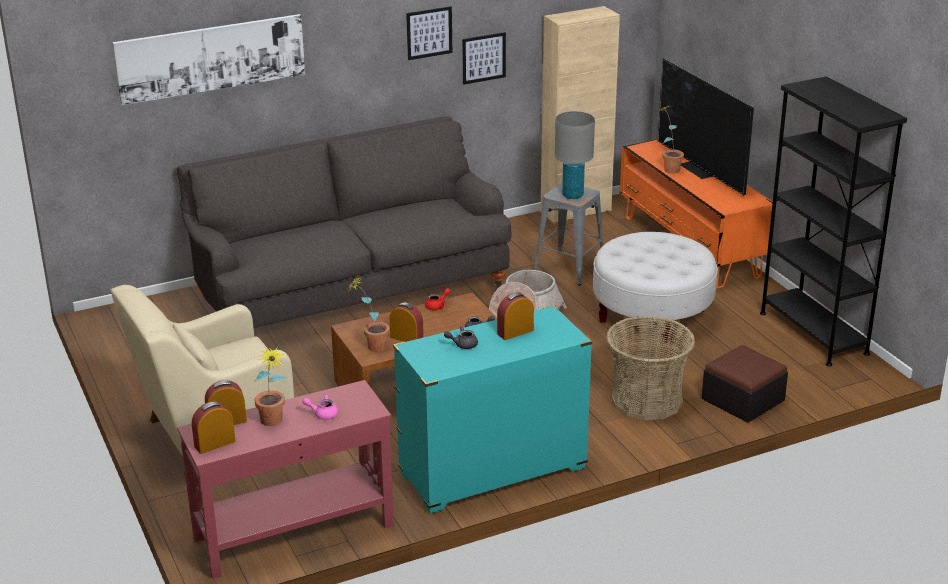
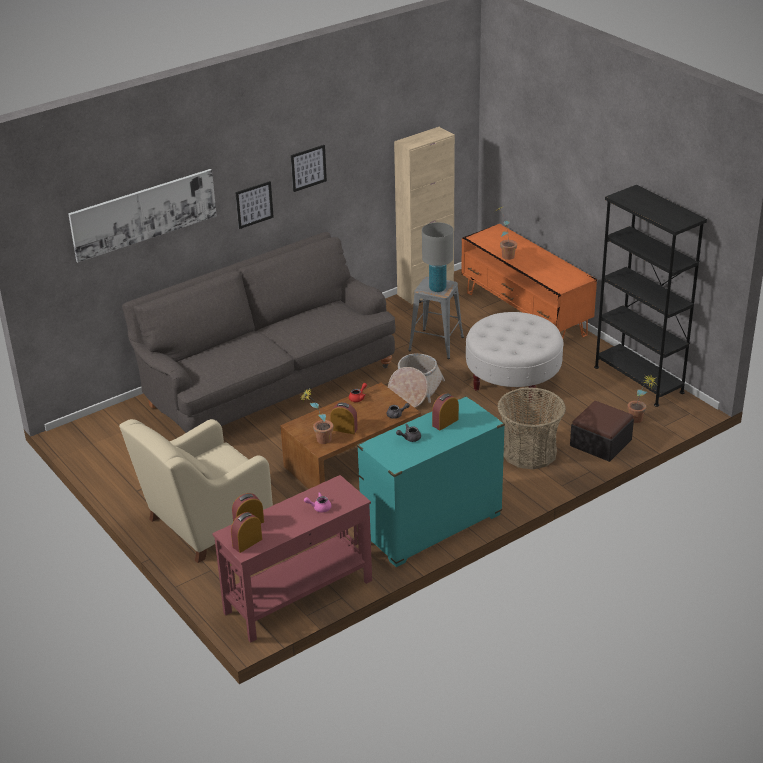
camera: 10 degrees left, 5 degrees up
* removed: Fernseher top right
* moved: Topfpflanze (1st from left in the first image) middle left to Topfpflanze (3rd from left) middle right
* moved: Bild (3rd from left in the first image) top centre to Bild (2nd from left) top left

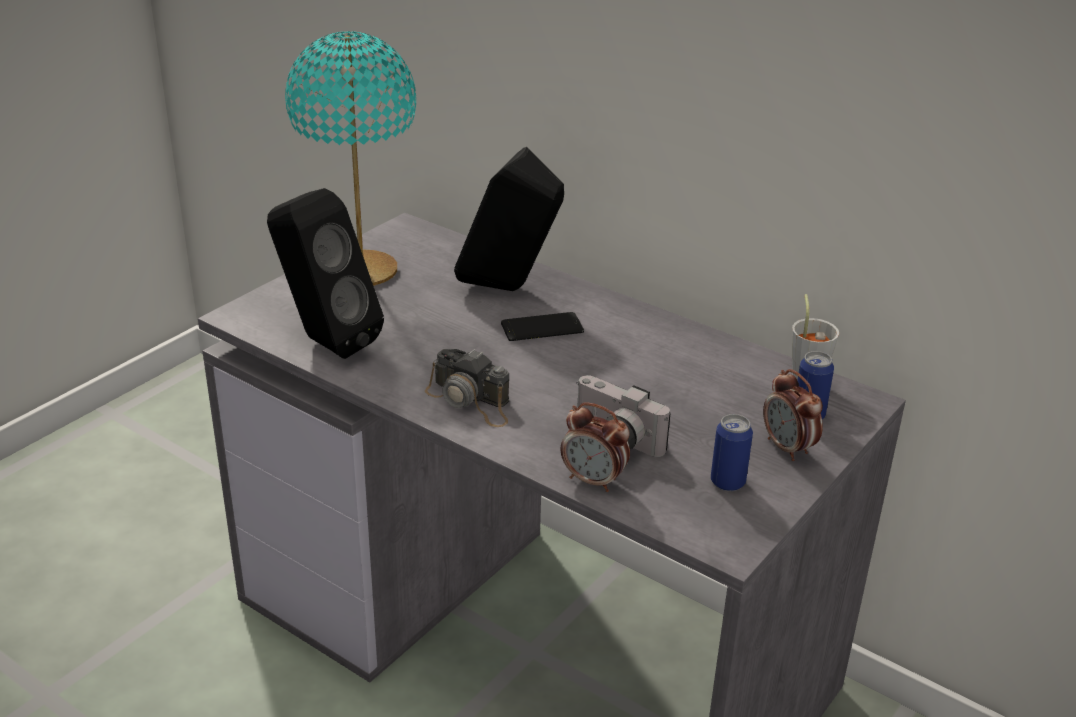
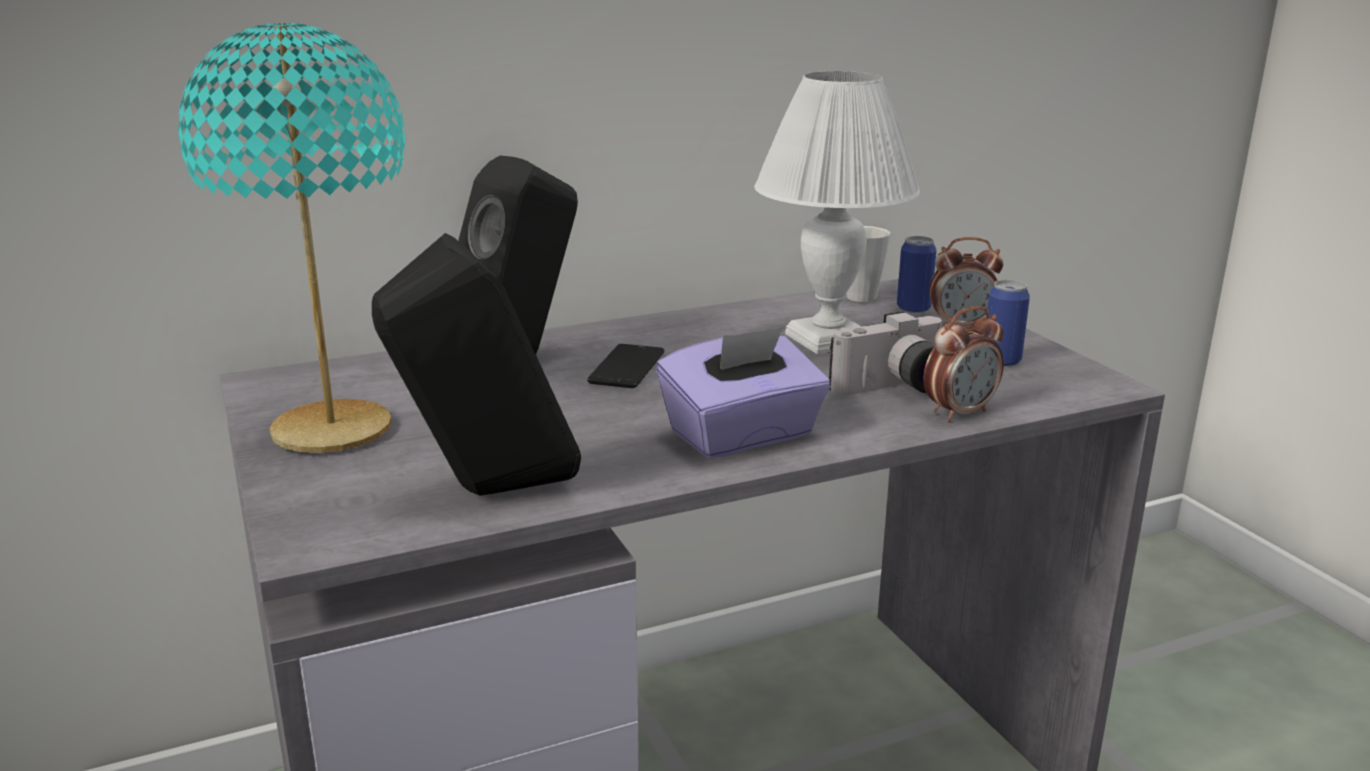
camera: 60 degrees left, 10 degrees down
* added: Tischlampe [weiß] top centre
* replaced: Kamera (1st from left) centre to Taschentuchbox [lila] centre

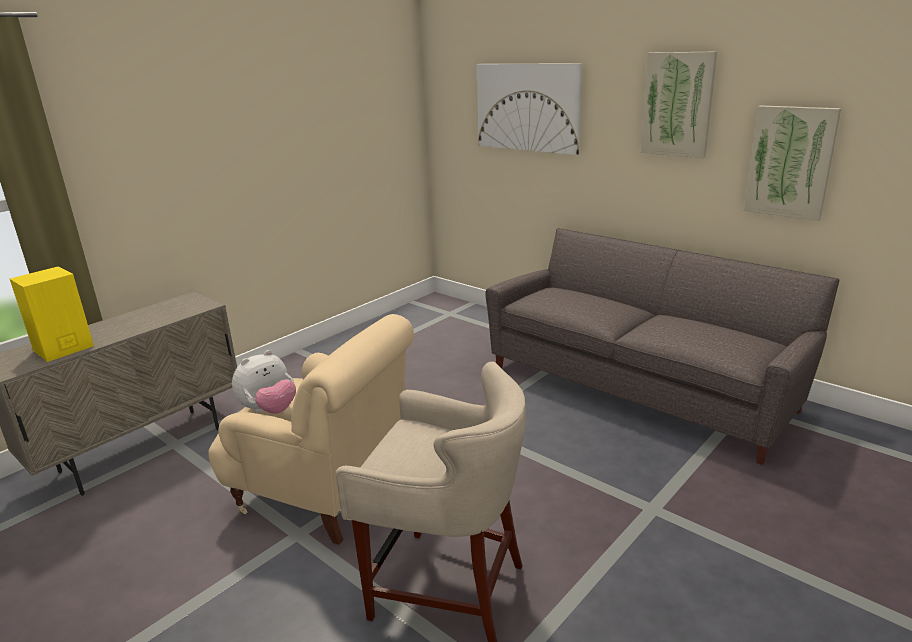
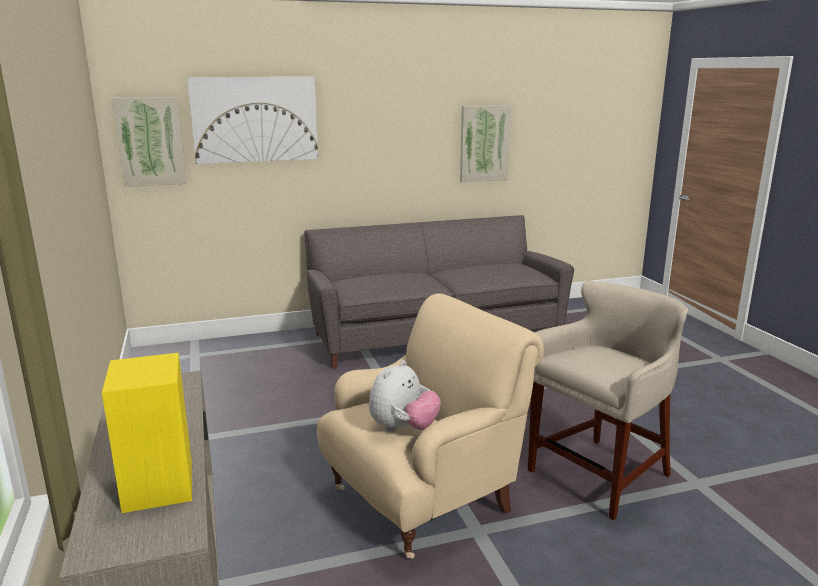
camera: 60 degrees left, 5 degrees down
* moved: Bild (2nd from left in the first image) top right to Bild (1st from left) top left
* turned: Plüschtier middle left = bottom centre 45 degrees clockwise

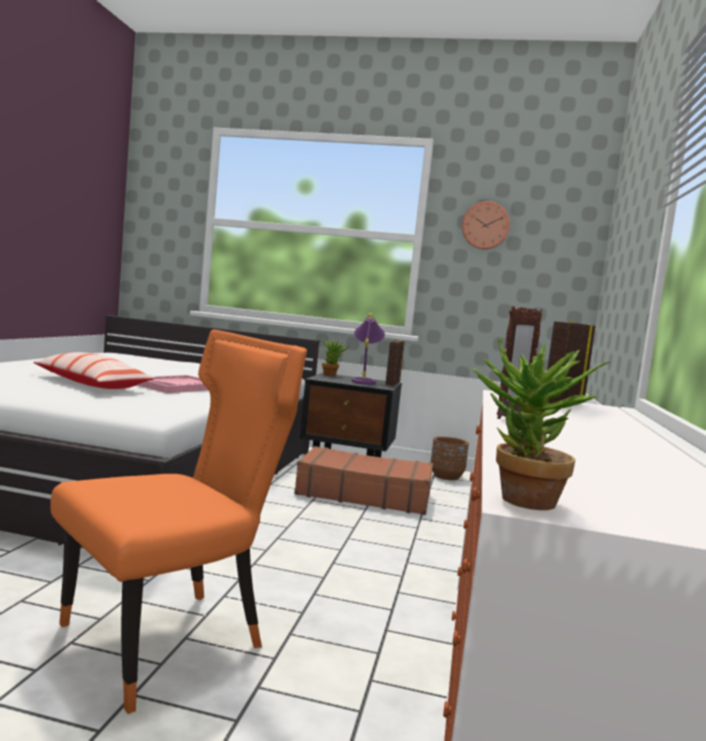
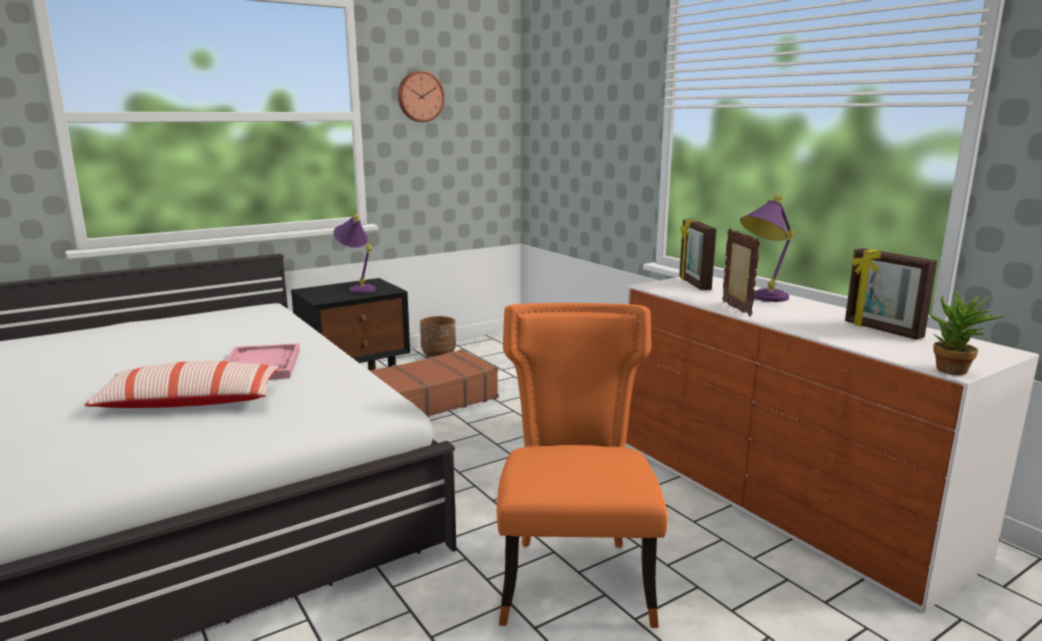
camera: 45 degrees left, 10 degrees up
* removed: Topfpflanze (1st from left) centre
* added: Tischlampe [lila] (2nd from left) middle right
* moved: Bilderrahmen (1st from left in the first image) centre to Bilderrahmen (3rd from left) middle right

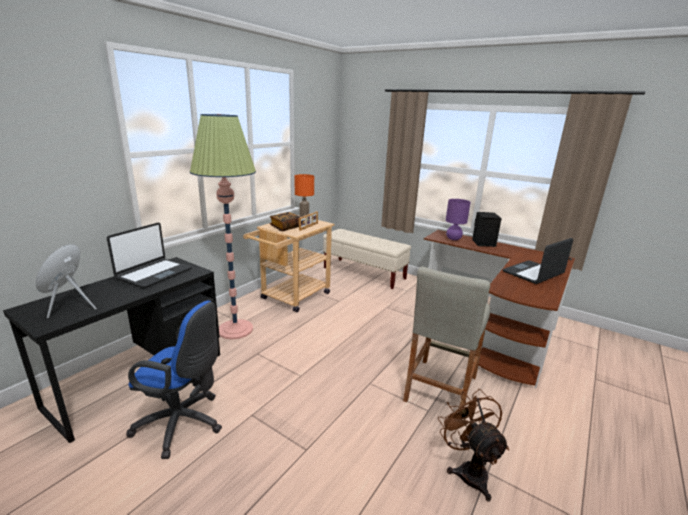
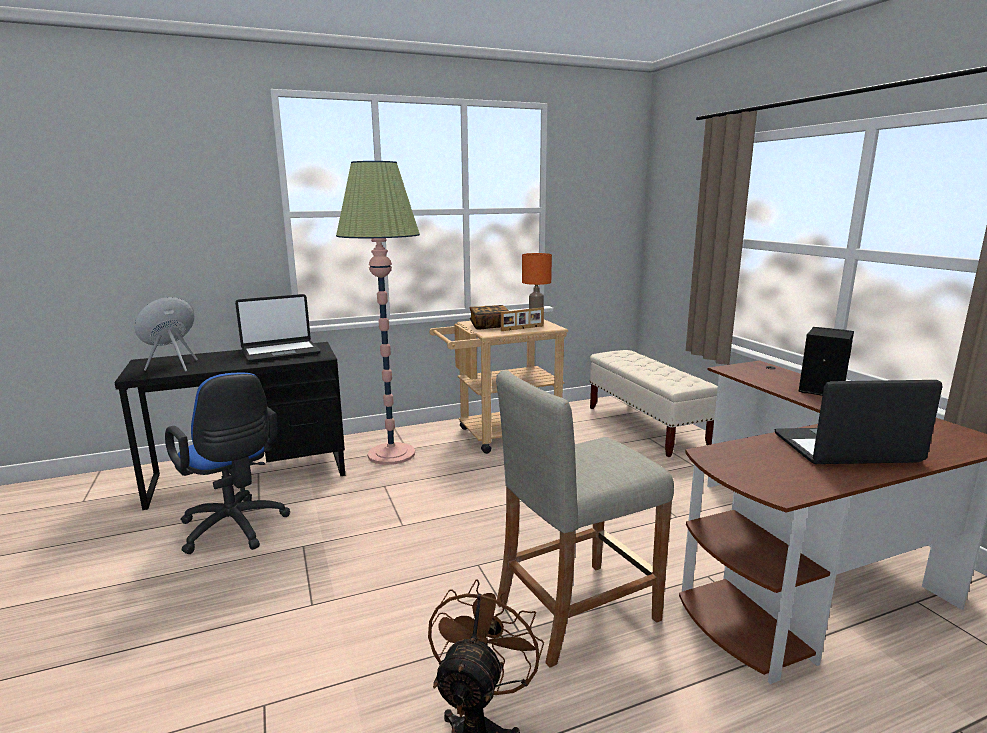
camera: 35 degrees right, 5 degrees down
* removed: Tischlampe [lila] centre

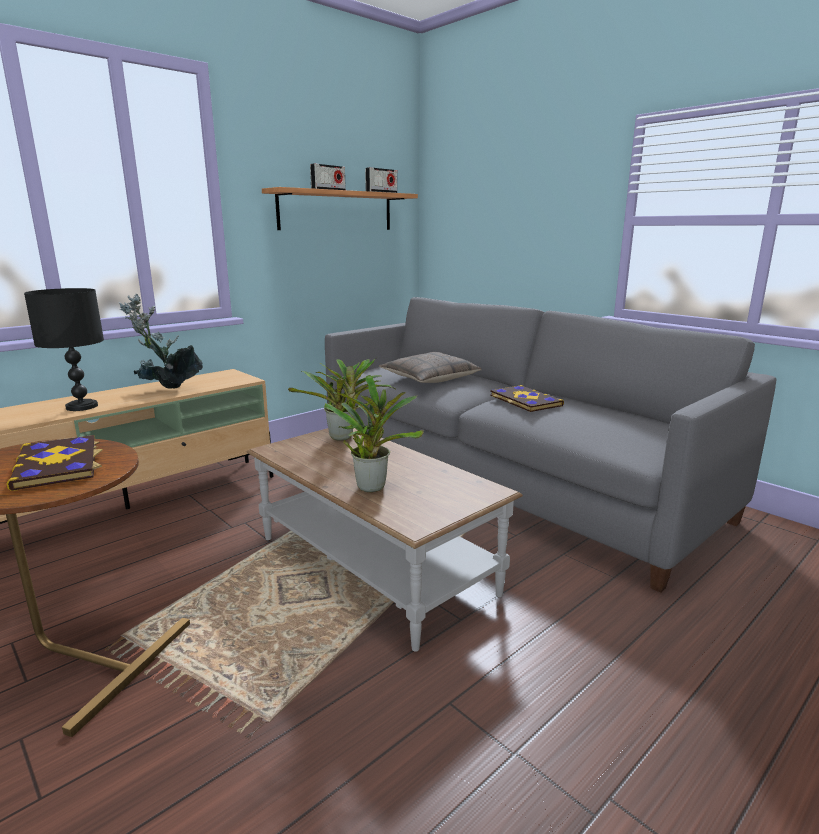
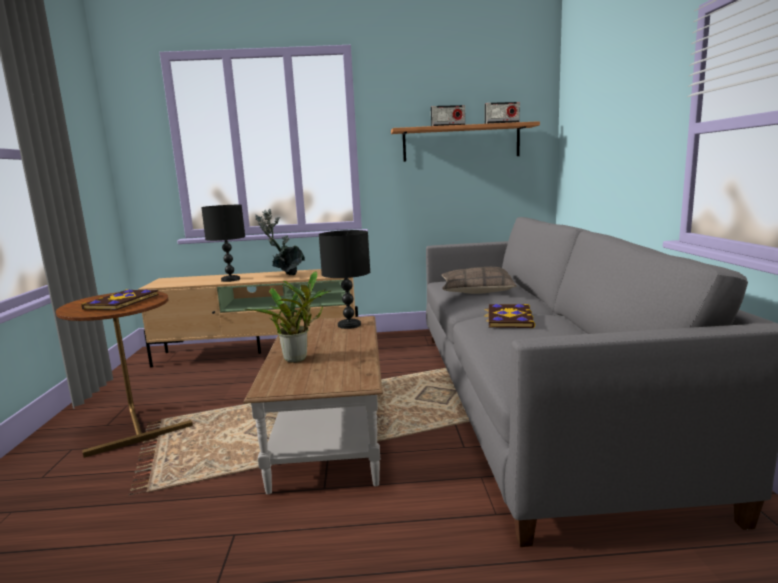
camera: 40 degrees right, 5 degrees down
* replaced: Topfpflanze (2nd from left) centre to Tischlampe [schwarz] (2nd from left) centre

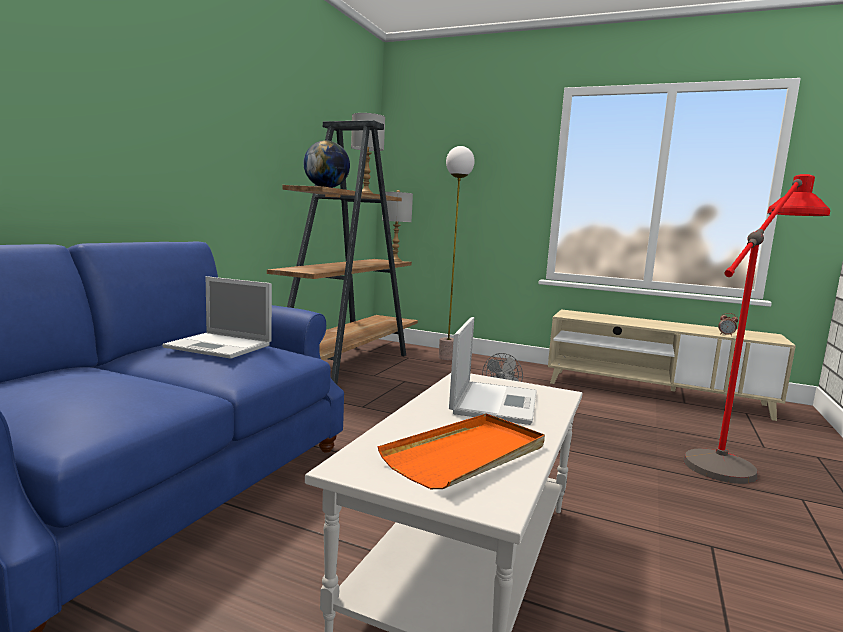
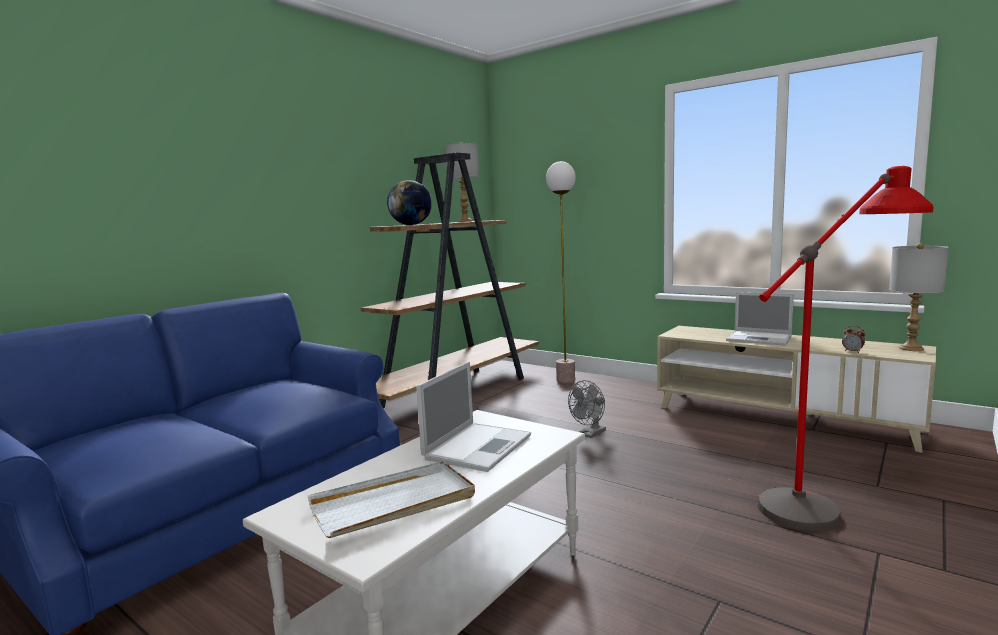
camera: 15 degrees right, 0 degrees up
* moved: Laptop (1st from left in the first image) middle left to Laptop (2nd from left) middle right
* moved: Tischlampe [grau] (2nd from left) centre to middle right
* recoloured: Tablett [orange] bottom centre to Tablett [weiß] bottom centre

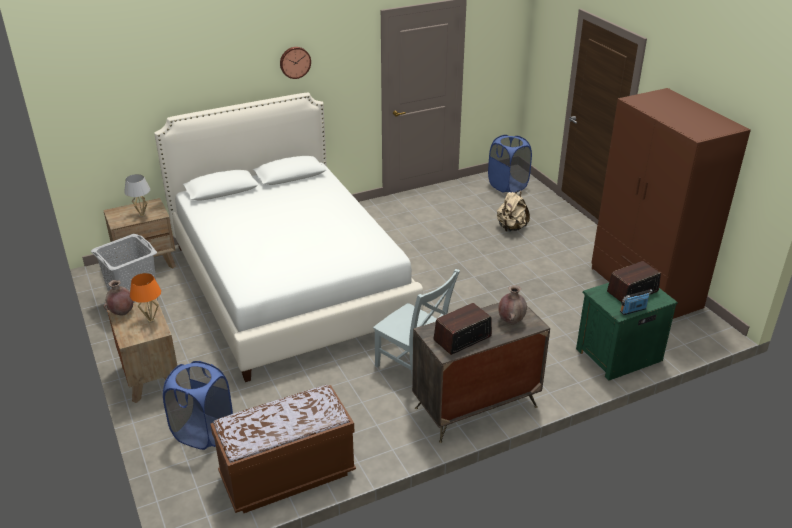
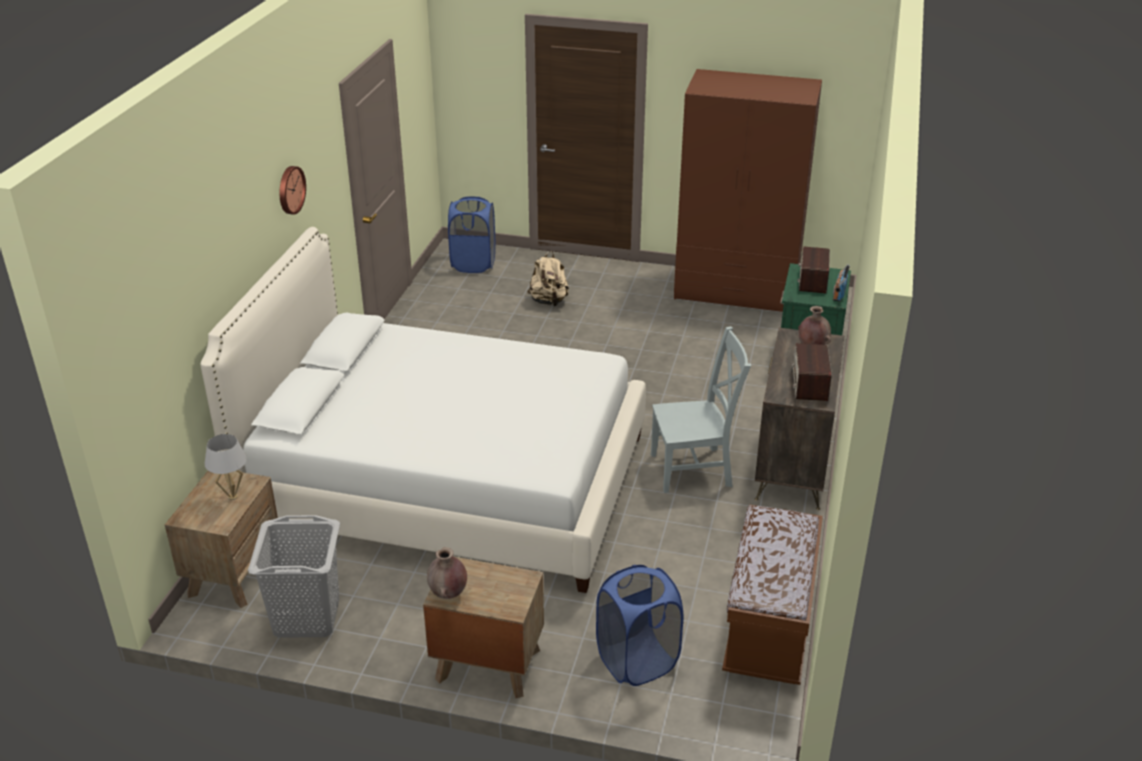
camera: 50 degrees left, 0 degrees up
* removed: Tischlampe [orange] middle left

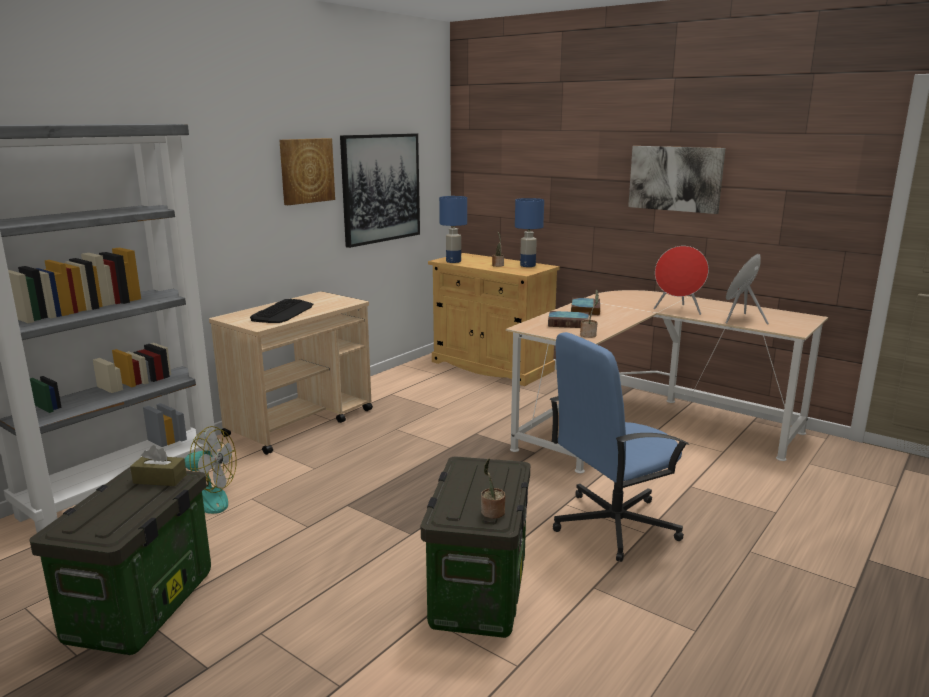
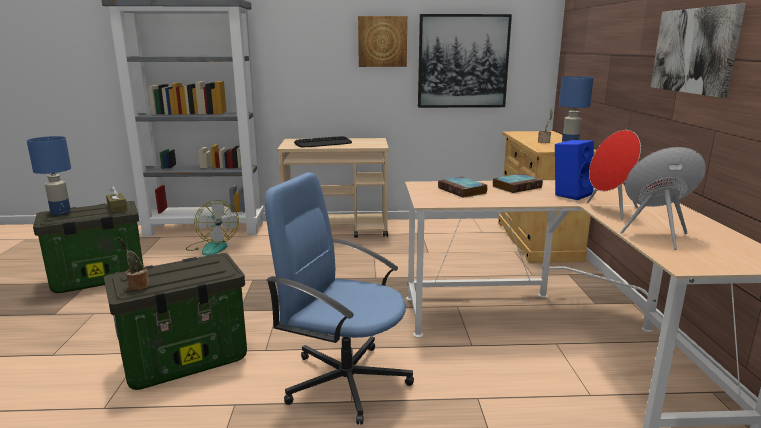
camera: 50 degrees right, 0 degrees up
* removed: Topfpflanze (3rd from left) centre
* added: Lautsprecher [blau] middle right
* moved: Tischlampe [blau] (1st from left) top centre to middle left

